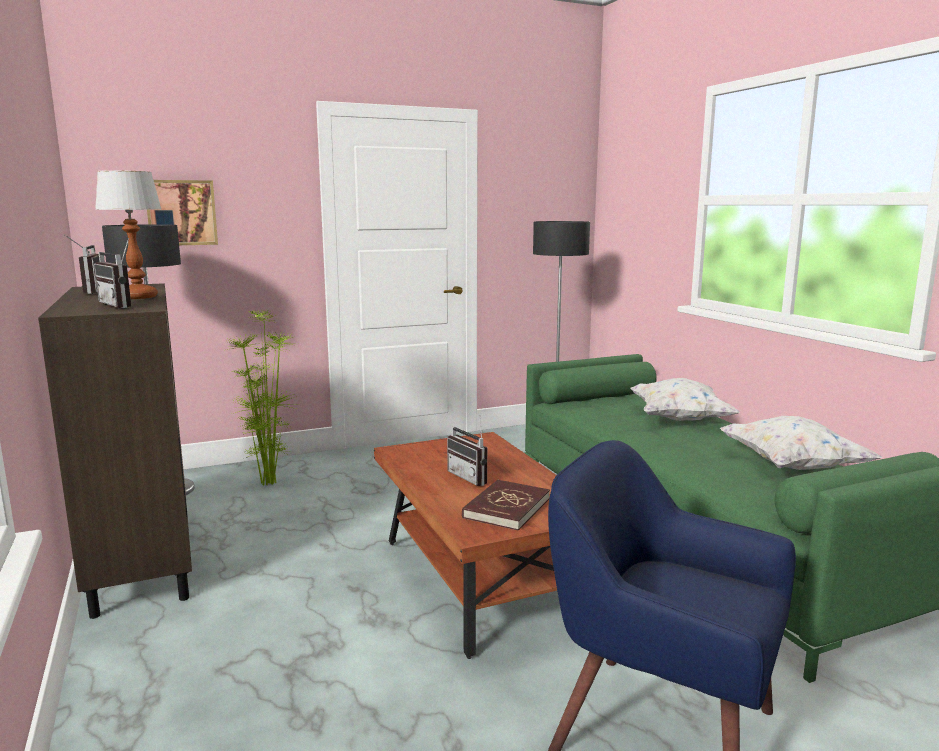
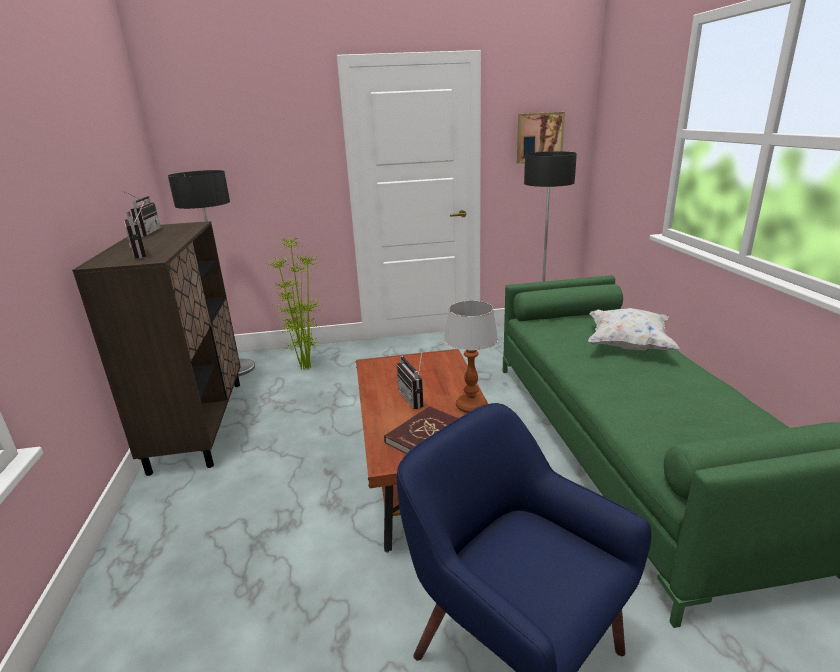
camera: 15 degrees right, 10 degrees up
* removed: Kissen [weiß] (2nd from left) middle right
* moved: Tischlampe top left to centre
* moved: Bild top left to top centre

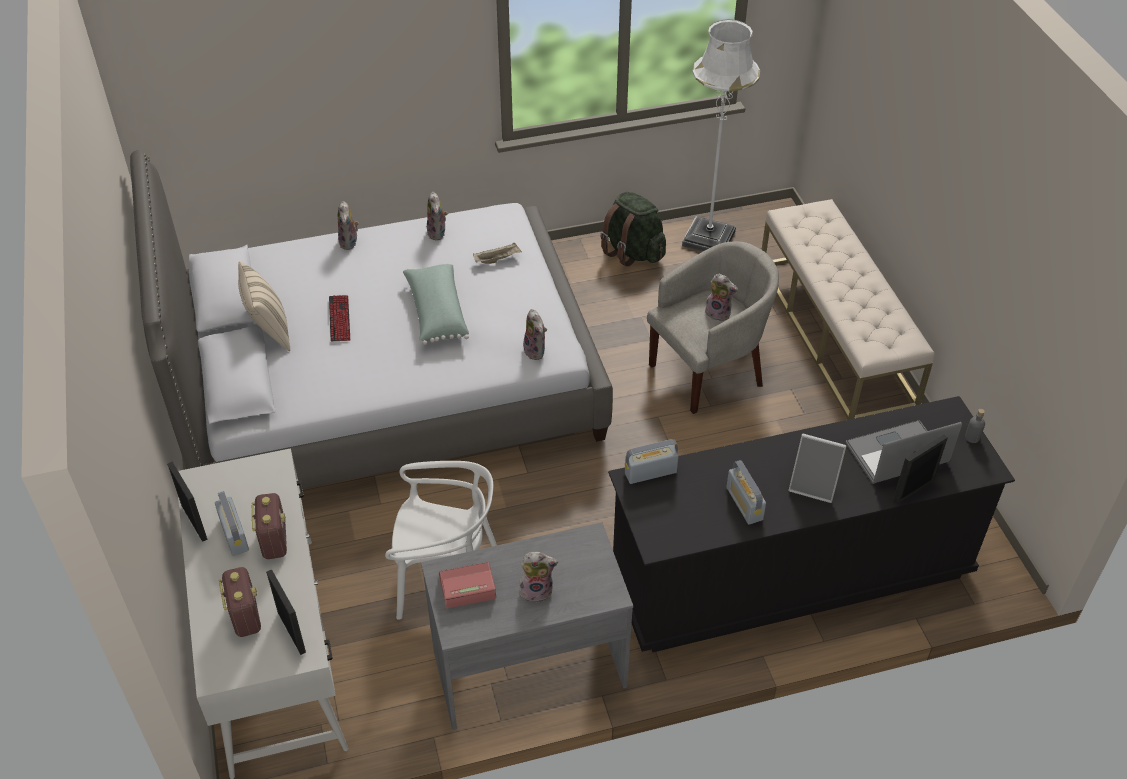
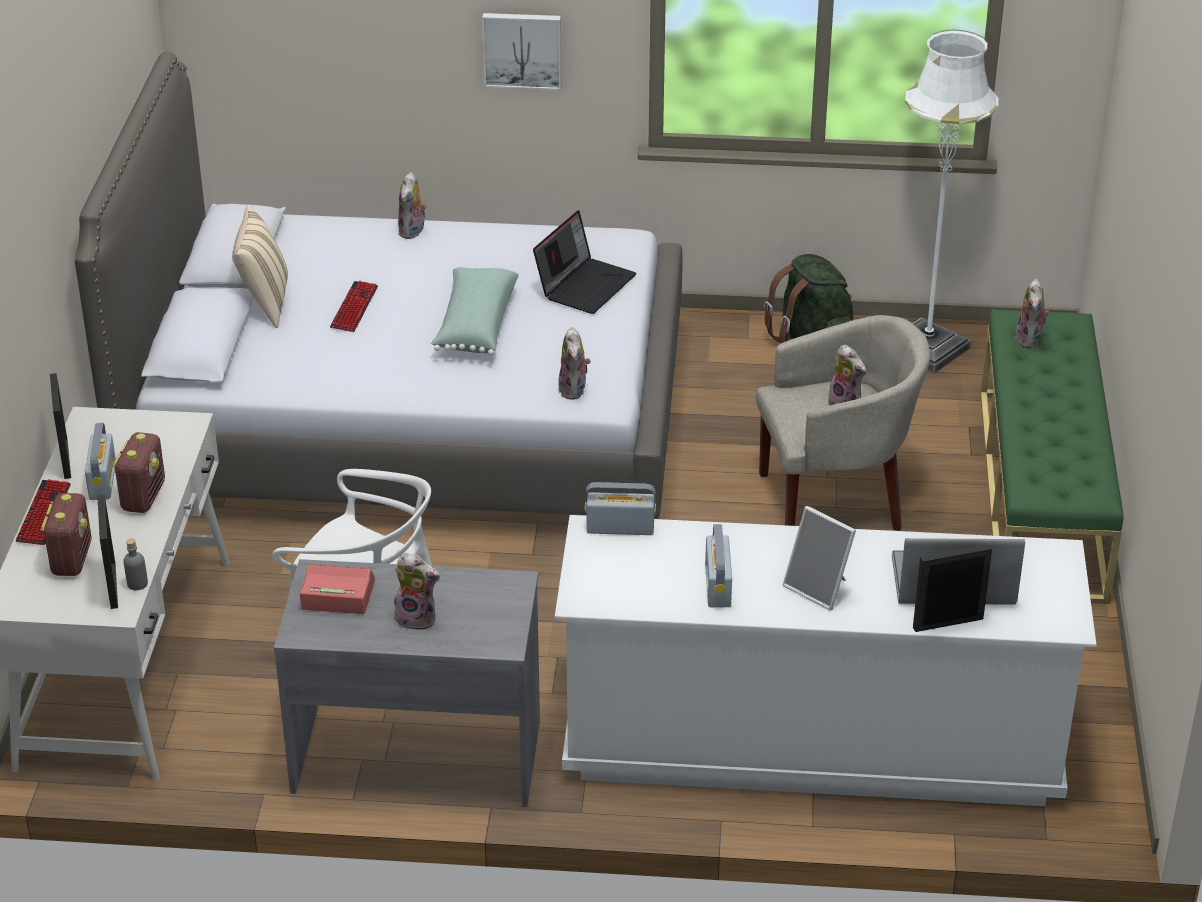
camera: 20 degrees right, 10 degrees down
* added: Tastatur (1st from left) middle left
* added: Bild top centre
* moved: Plüschtier (2nd from left in the first image) top centre to Plüschtier (5th from left) middle right
* moved: Flasche [grau] middle right to middle left
* replaced: Tablett [beige] top centre to Laptop (1st from left) top centre
* recoloured: Kommode [schwarz] bottom right to Kommode [weiß] bottom right
* recoloured: Bank [beige] middle right to Bank [grün] middle right

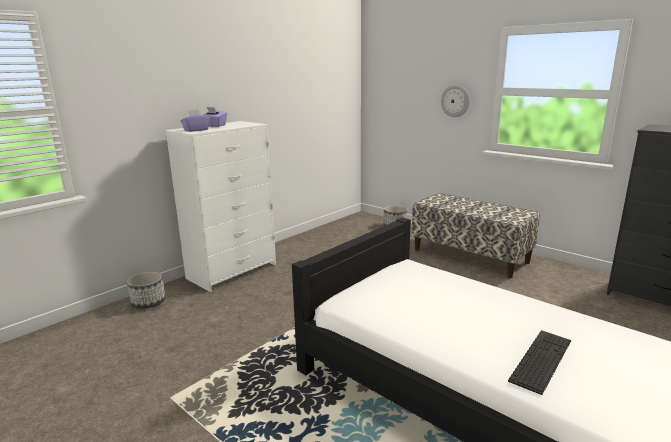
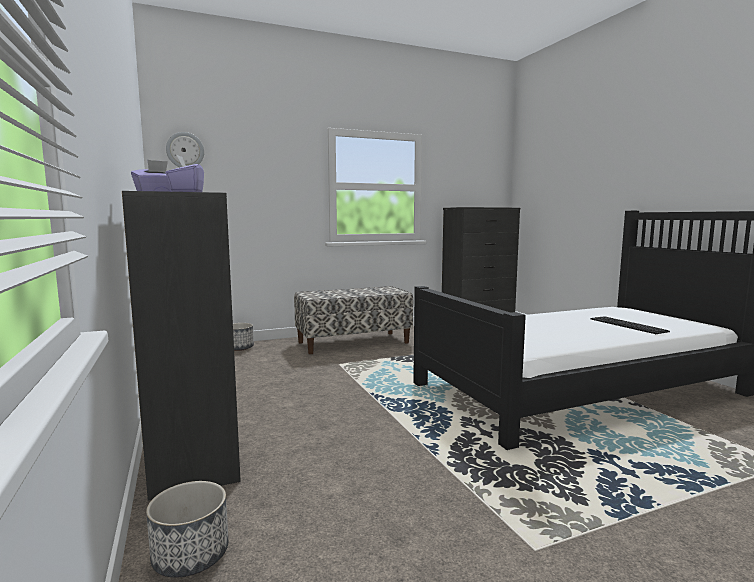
camera: 65 degrees left, 10 degrees down
* moved: Wanduhr top right to top left
* recoloured: Kommode [weiß] middle left to Kommode [schwarz] (1st from left) middle left

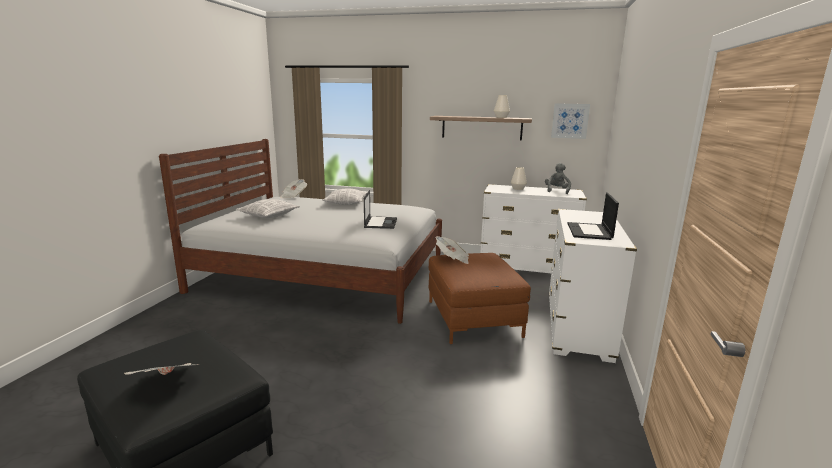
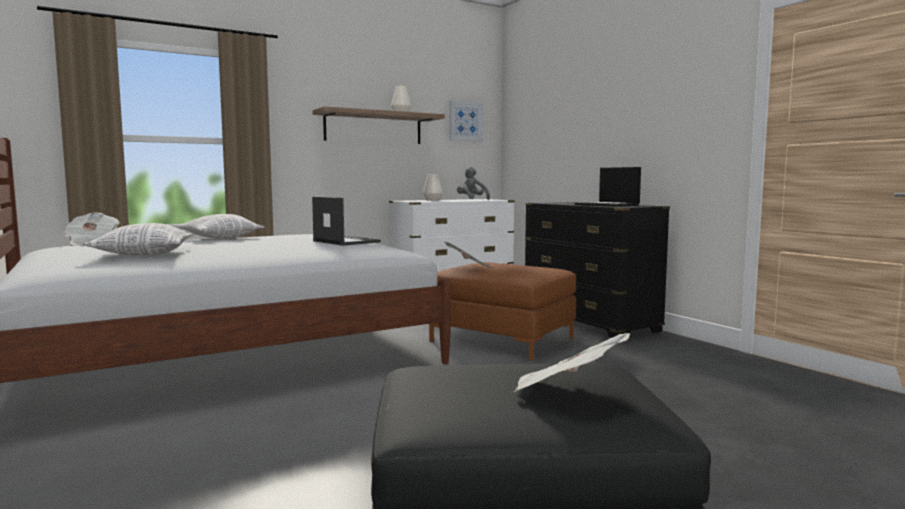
camera: 45 degrees left, 10 degrees down
* recoloured: Kommode [weiß] (2nd from left) middle right to Kommode [schwarz] centre

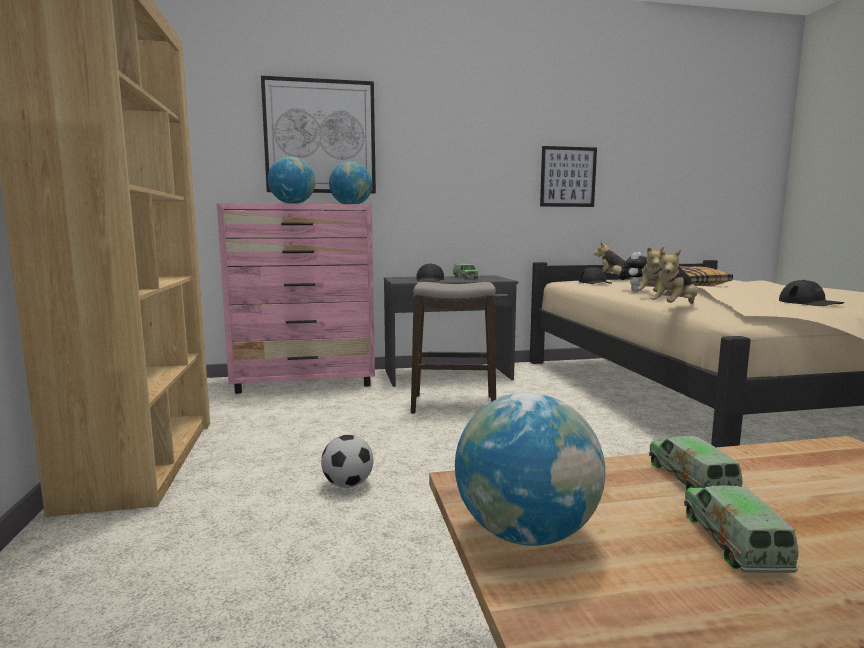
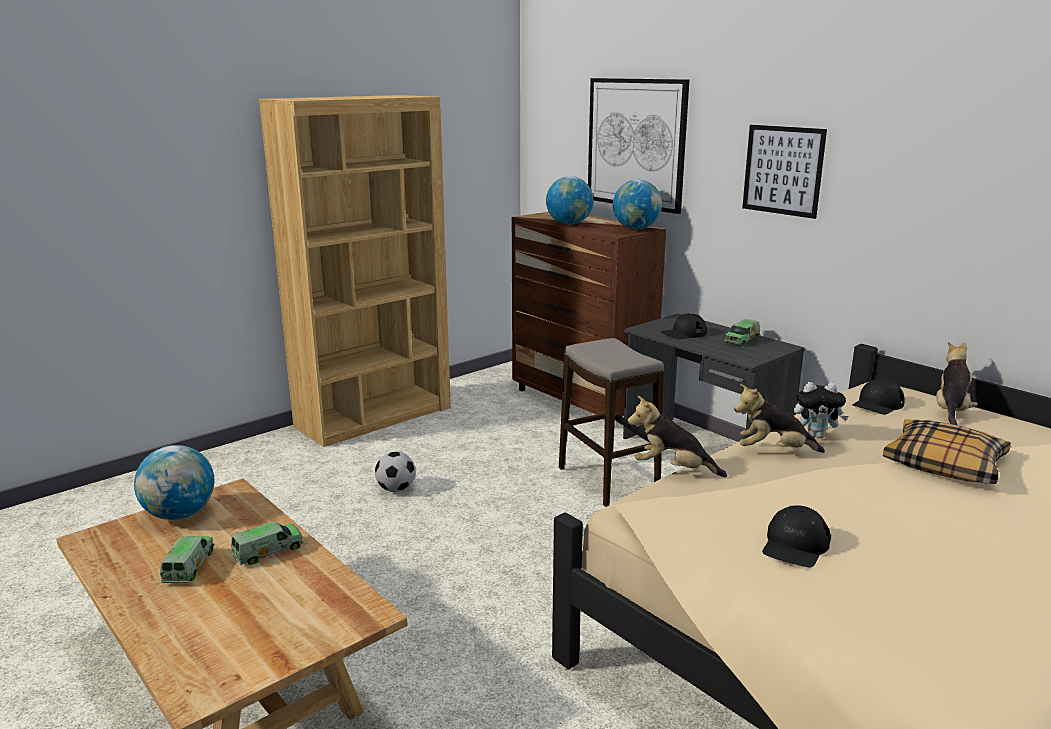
camera: 60 degrees right, 10 degrees up
* moved: Bild (2nd from left) top centre to top right
* recoloured: Kommode [rosa] centre to Kommode [braun] centre
* turned: Spielzeuglaster (3rd from left in the first image) bottom right = bottom left 60 degrees counterclockwise

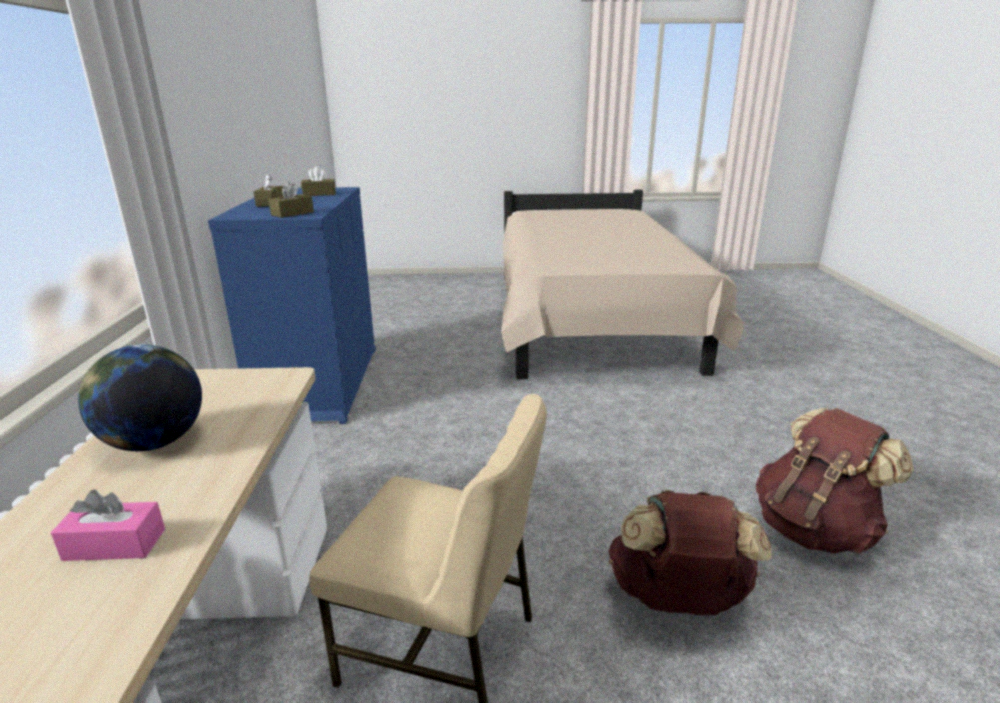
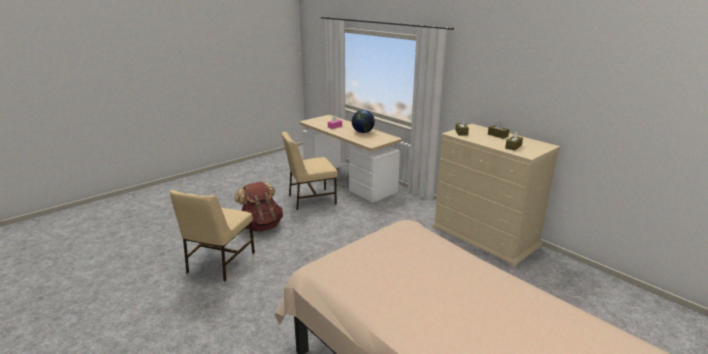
camera: 140 degrees right, 0 degrees up
* replaced: Rucksack [braun] (2nd from left) bottom right to Stuhl [beige] (1st from left) middle left
* recoloured: Kommode [blau] middle left to Kommode [beige] middle right

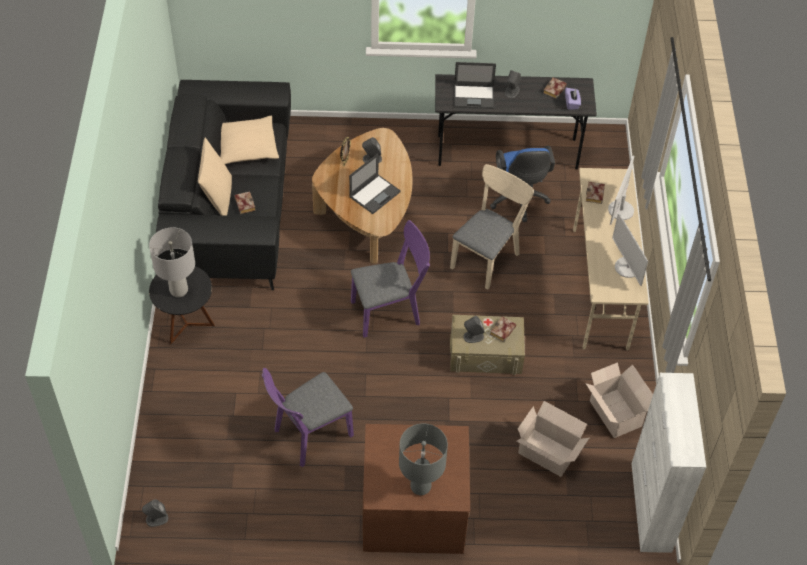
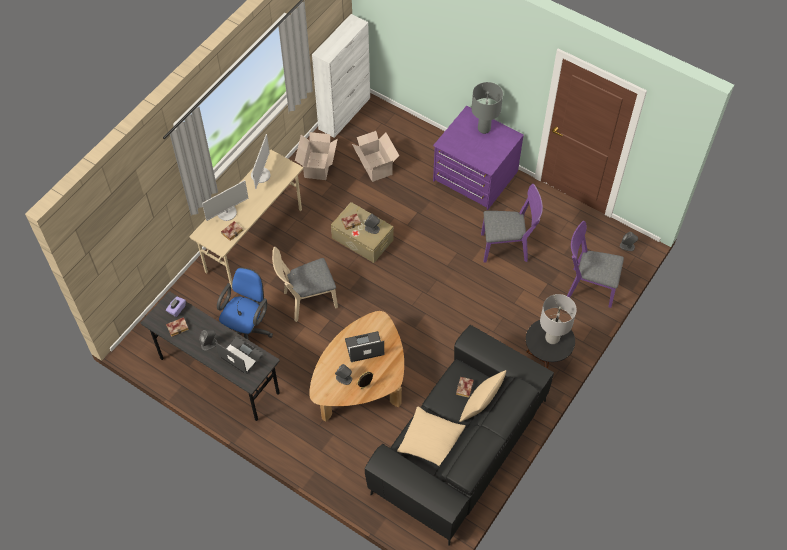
camera: 145 degrees left, 5 degrees up
* moved: Stuhl [lila] (2nd from left) centre to middle right
* recoloured: Kommode [braun] bottom centre to Kommode [lila] top centre

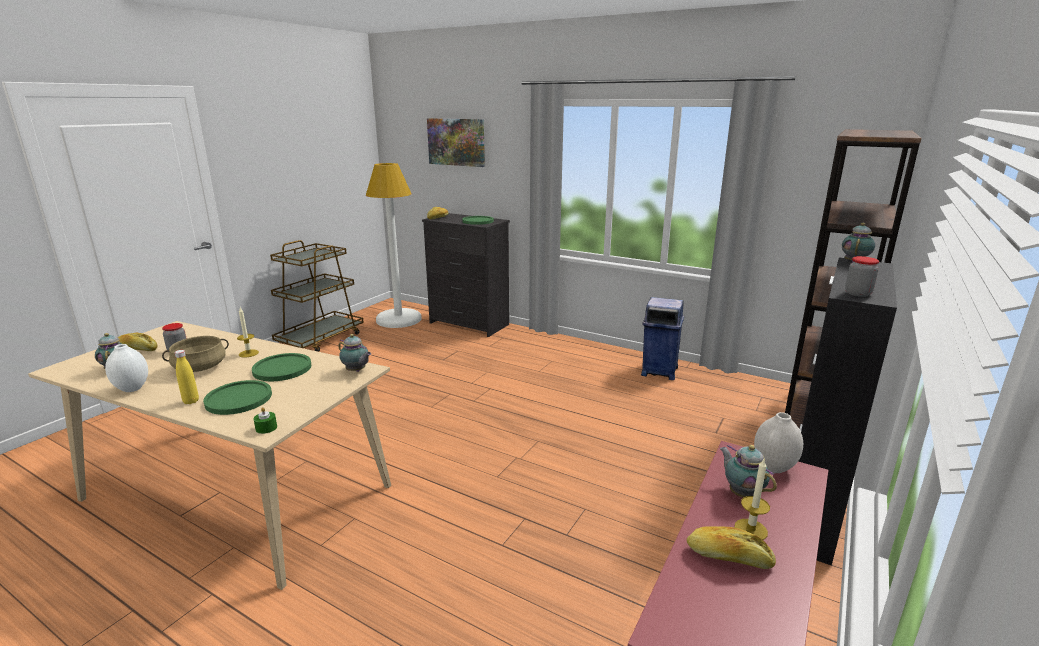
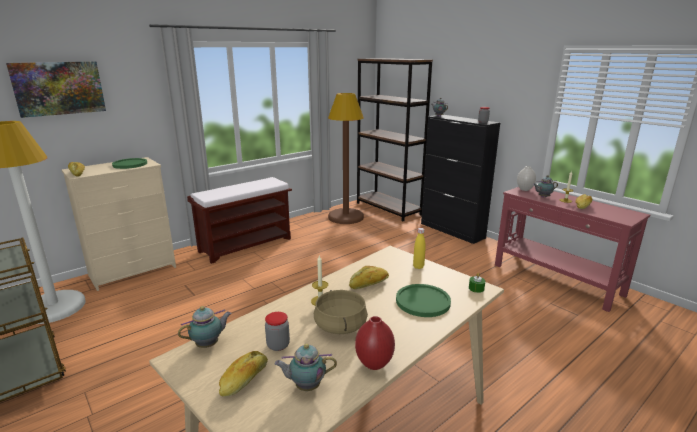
camera: 70 degrees left, 0 degrees up
* removed: Mülleimer [blau] centre
* added: Bank [braun] centre
* added: Stehlampe [braun] centre
* moved: Flasche [gelb] middle left to centre
* moved: Teekanne (2nd from left in the first image) centre to Teekanne (1st from left) bottom left
* replaced: Teller [grün] (2nd from left) middle left to Brot (3rd from left) centre
* recoloured: Vase [weiß] (1st from left) middle left to Vase [rot] bottom centre
* recoloured: Kommode [schwarz] centre to Kommode [beige] middle left

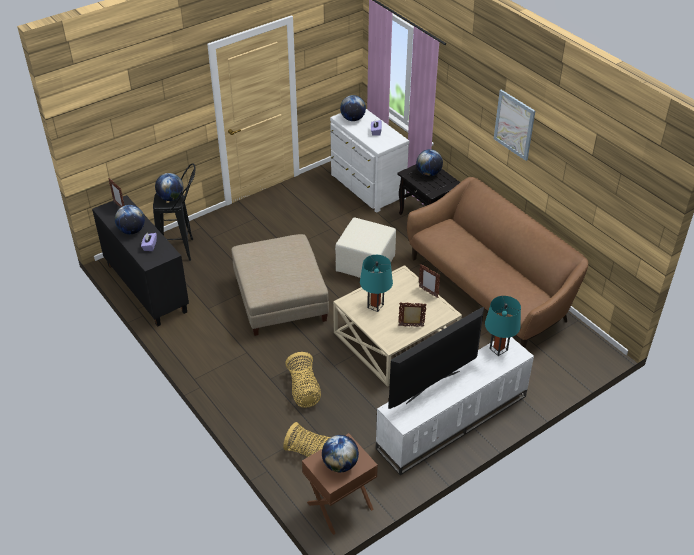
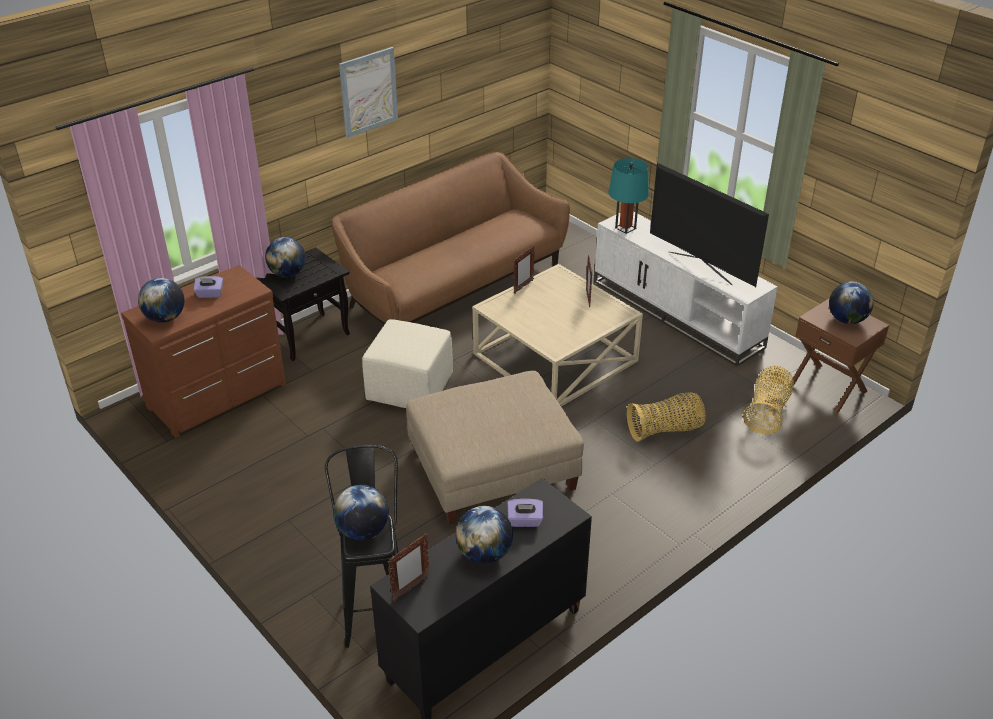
camera: 95 degrees left, 5 degrees down
* removed: Tischlampe [türkis] (1st from left) centre
* recoloured: Kommode [weiß] top centre to Kommode [braun] middle left

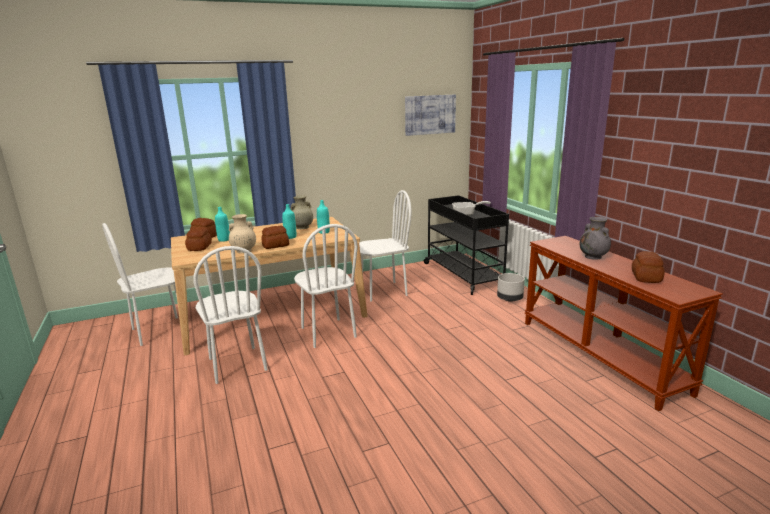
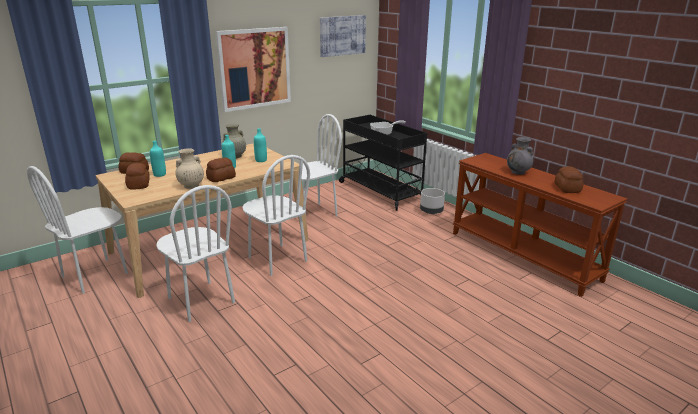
camera: 15 degrees left, 5 degrees up
* added: Bild (1st from left) top centre

